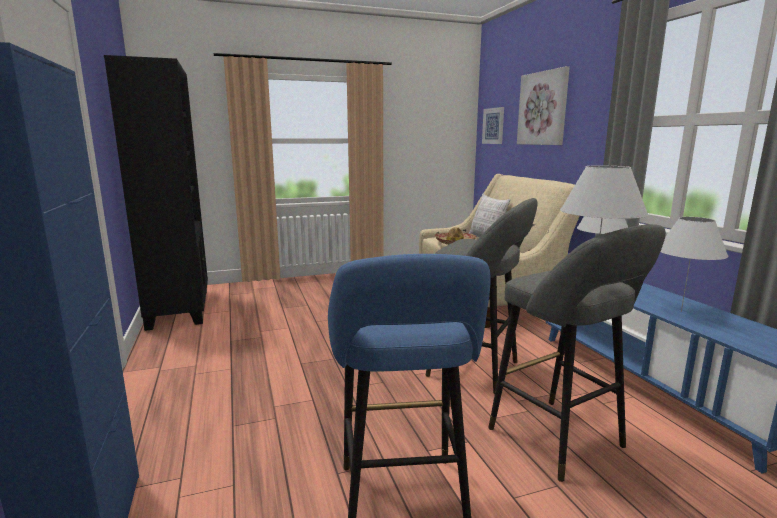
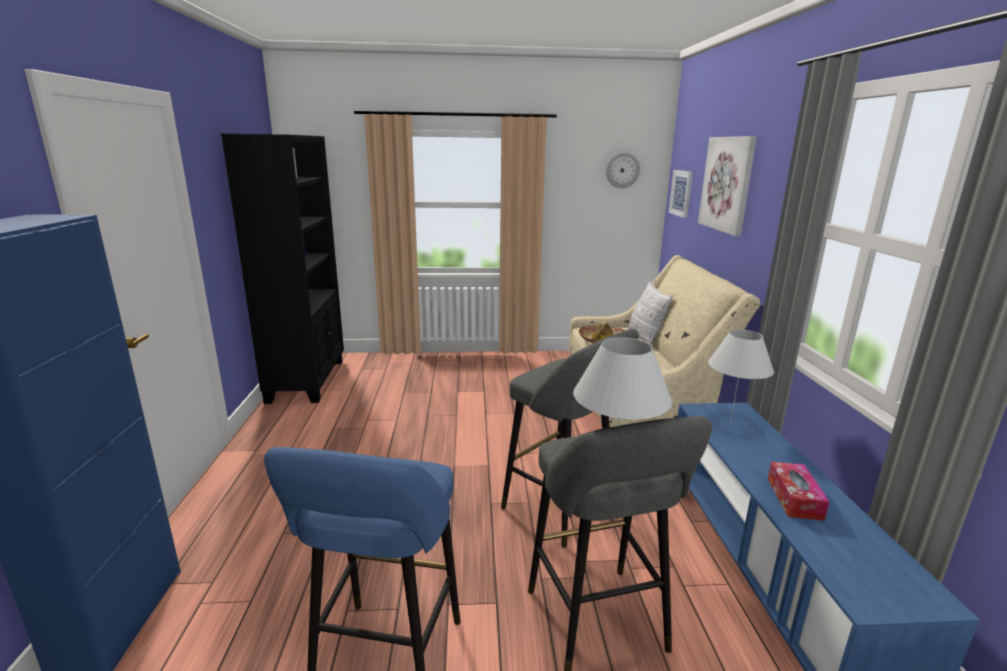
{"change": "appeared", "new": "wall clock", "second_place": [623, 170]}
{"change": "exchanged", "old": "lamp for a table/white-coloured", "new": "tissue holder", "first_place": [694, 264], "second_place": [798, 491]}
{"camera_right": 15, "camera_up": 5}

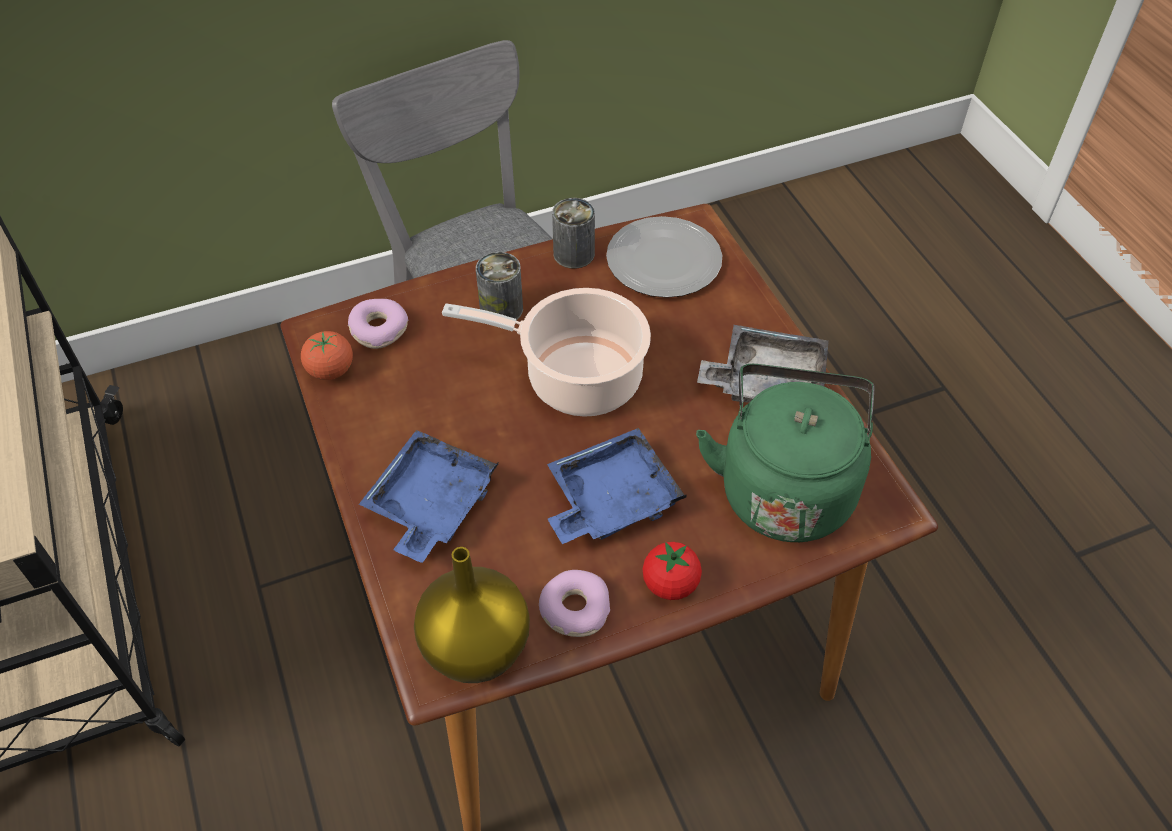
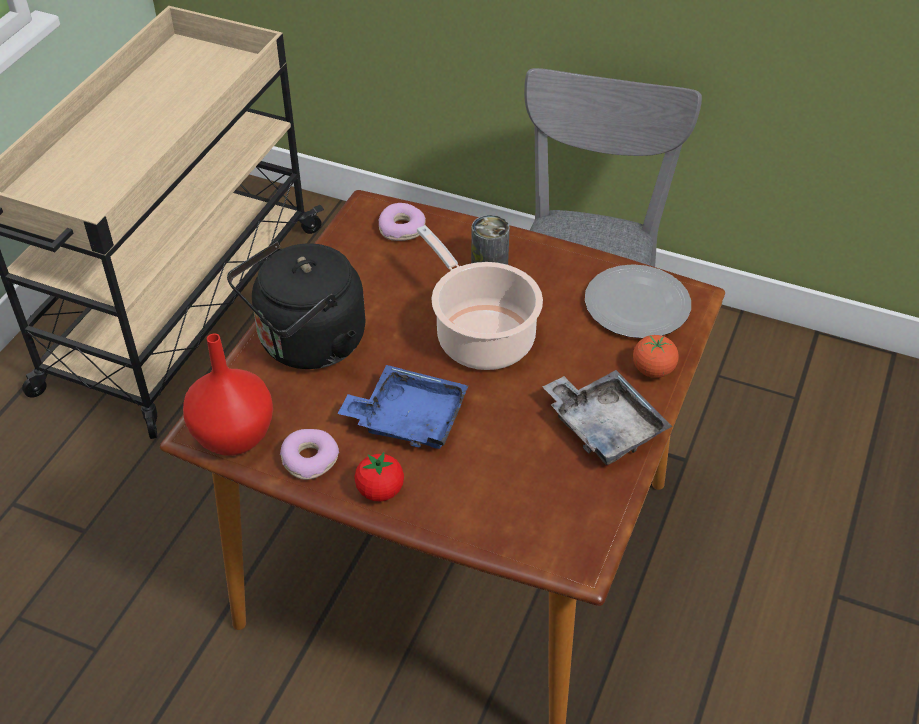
{"change": "colour", "old": "vase/yellowish", "new": "vase/red", "first_place": [472, 615], "second_place": [228, 395]}
{"change": "exchanged", "old": "tray/bluish", "new": "water kettle/black-coloured", "first_place": [429, 496], "second_place": [296, 305]}
{"change": "relocated", "old": "fresh tomato", "first_place": [327, 355], "second_place": [656, 356]}
{"change": "missing", "old": "sealed can", "first_place": [573, 233]}
{"change": "missing", "old": "water kettle/green", "first_place": [785, 453]}
{"camera_right": 45, "camera_up": -5}

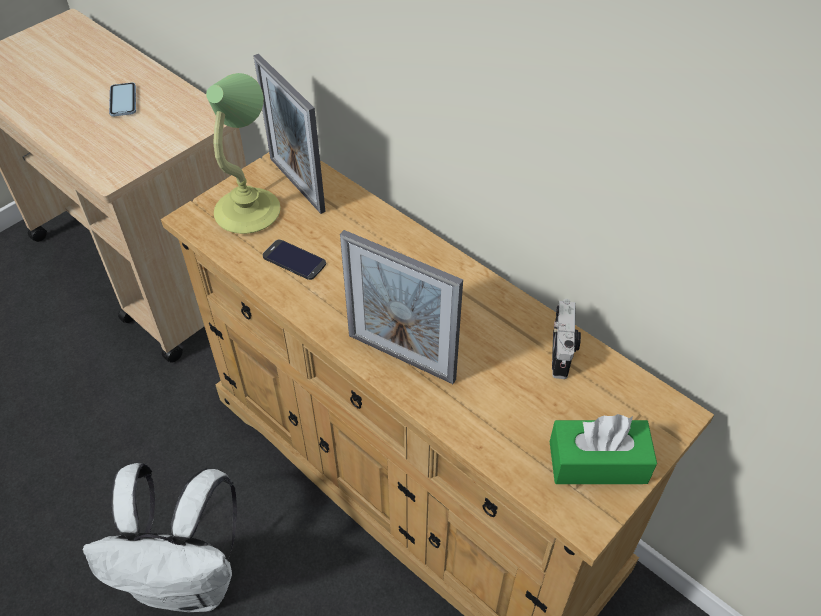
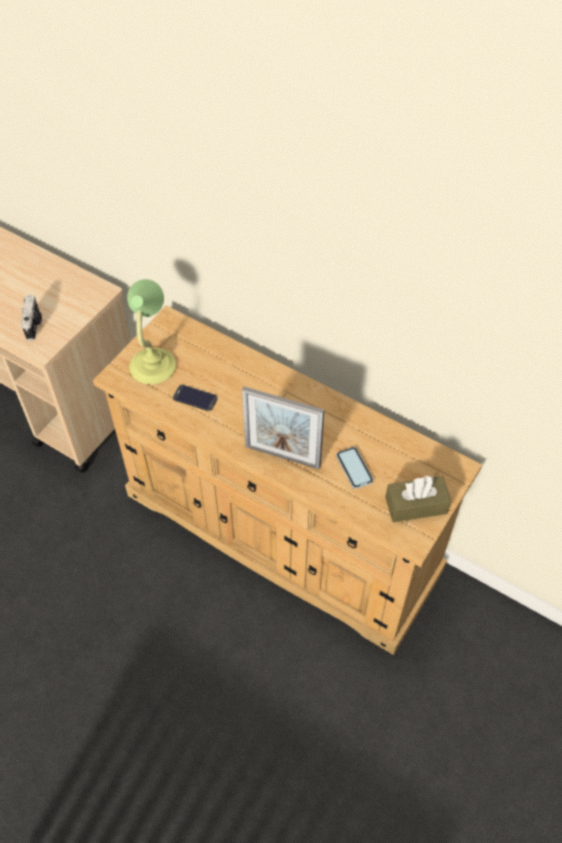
{"change": "relocated", "old": "still camera", "first_place": [566, 339], "second_place": [31, 317]}
{"change": "relocated", "old": "phone", "first_place": [122, 99], "second_place": [354, 468]}
{"change": "colour", "old": "tissue holder/green", "new": "tissue holder/brownish", "first_place": [603, 449], "second_place": [418, 499]}
{"change": "missing", "old": "knapsack/white-coloured", "first_place": [160, 537]}
{"change": "missing", "old": "photo frame", "first_place": [289, 134]}
{"camera_right": -10, "camera_up": 5}

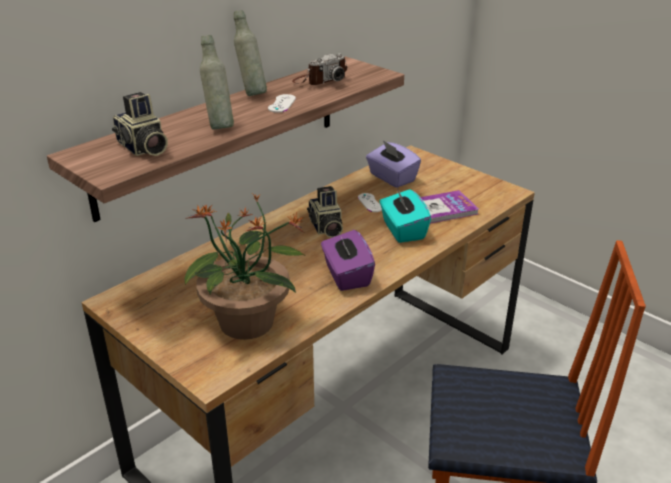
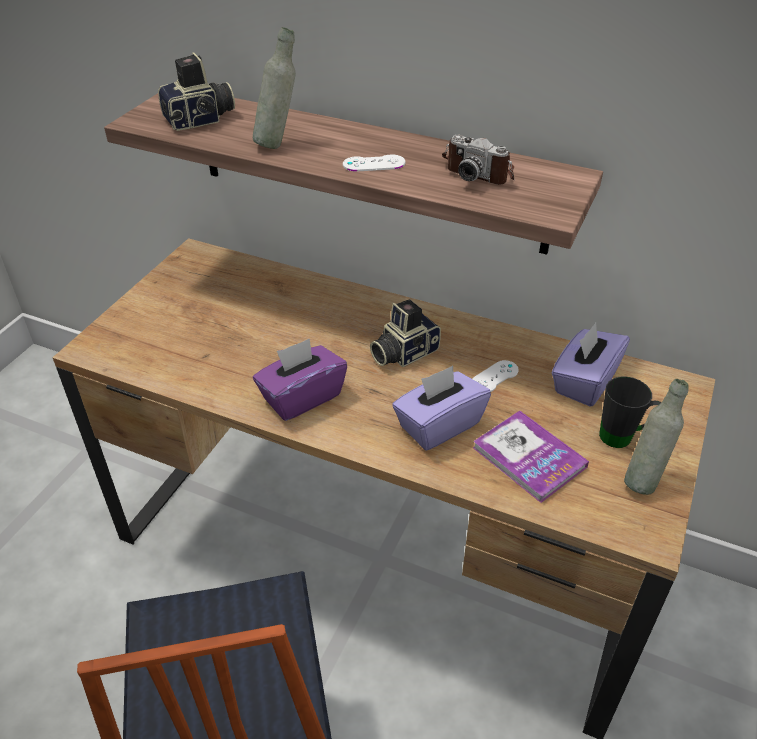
{"change": "spun", "old": "still camera", "first_place": [140, 124], "second_place": [196, 91], "degrees": -150}
{"change": "colour", "old": "tissue holder/blue-green", "new": "tissue holder/purple-coloured", "first_place": [405, 216], "second_place": [441, 408]}
{"change": "appeared", "new": "tea mug/black-coloured", "second_place": [630, 412]}
{"change": "relocated", "old": "bottle/gray", "first_place": [250, 53], "second_place": [656, 437]}
{"change": "missing", "old": "plant in a pot", "first_place": [244, 267]}
{"camera_right": 70, "camera_up": 10}

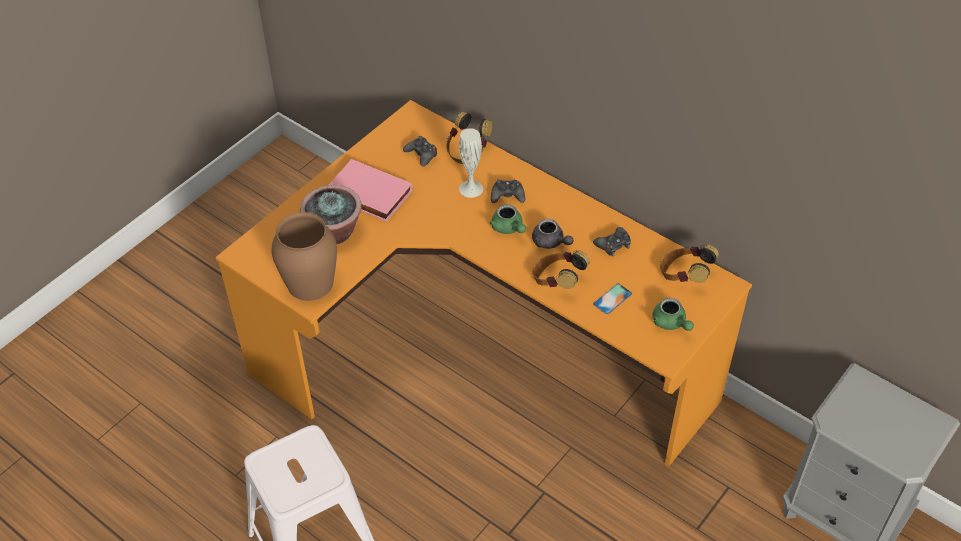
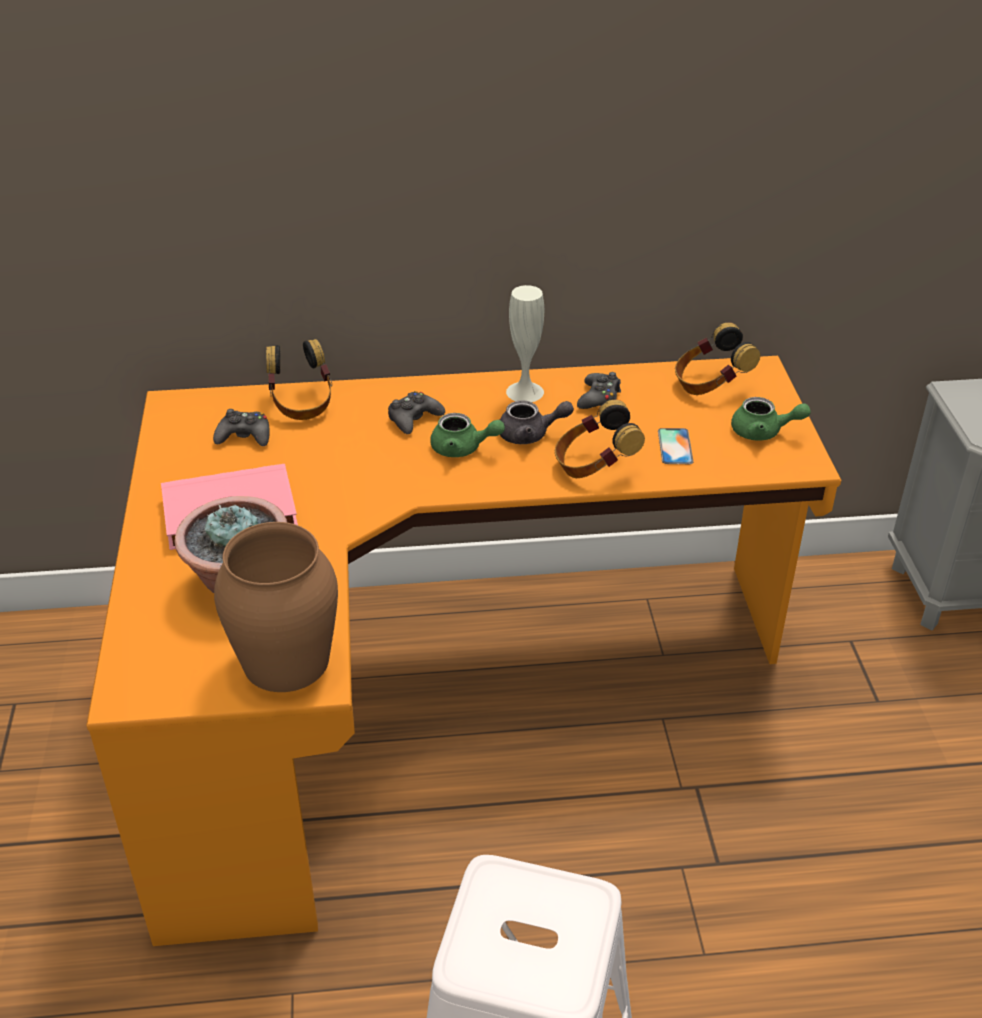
{"change": "relocated", "old": "vase/white-coloured", "first_place": [471, 163], "second_place": [525, 343]}
{"camera_right": -45, "camera_up": -10}

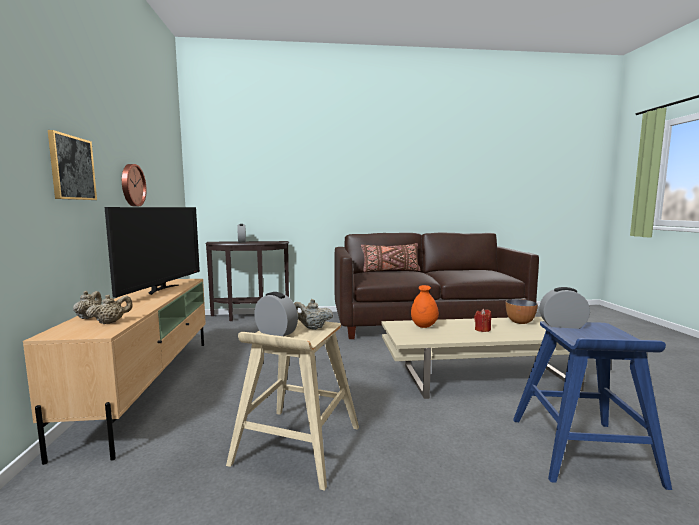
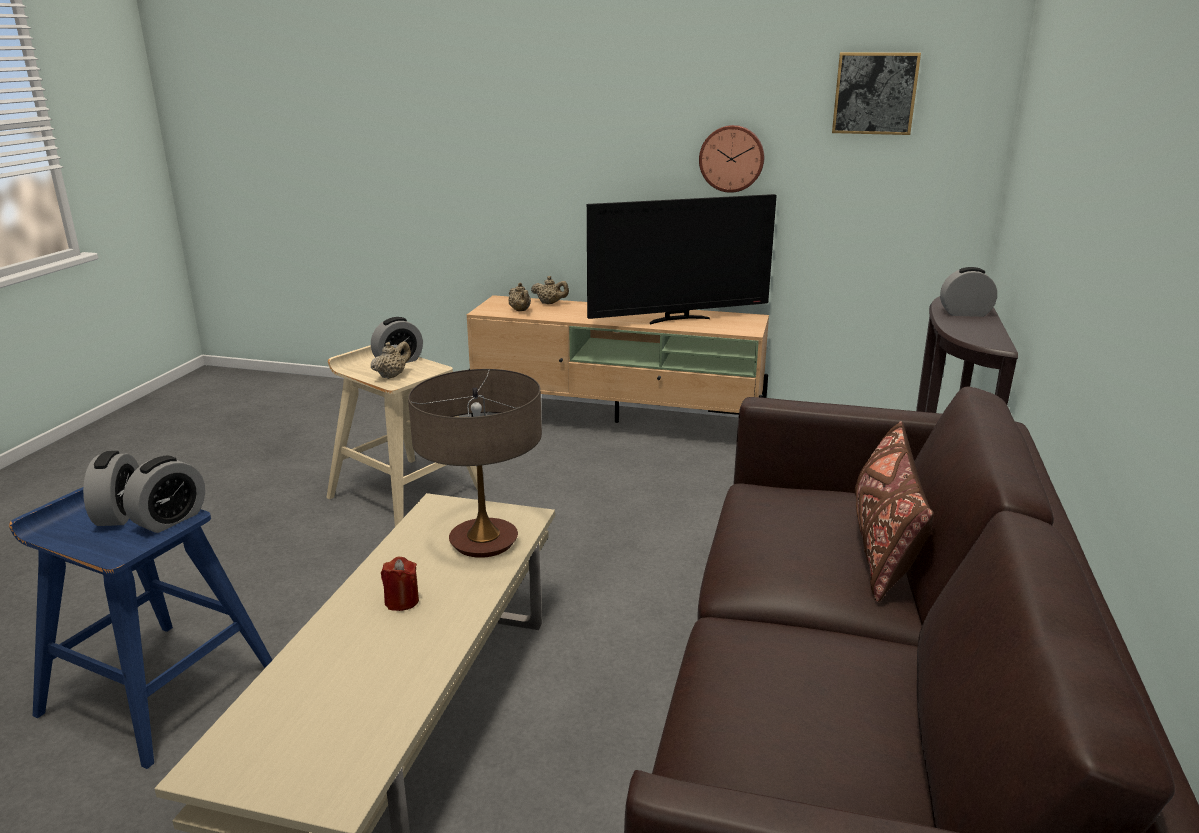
{"change": "appeared", "new": "bedside clock", "second_place": [111, 488]}
{"change": "exchanged", "old": "vase/orange-coloured", "new": "lamp for a table", "first_place": [425, 306], "second_place": [475, 463]}
{"change": "spun", "old": "TV set", "first_place": [152, 252], "second_place": [682, 259], "degrees": -45}
{"change": "relocated", "old": "wall art", "first_place": [72, 165], "second_place": [876, 93]}
{"change": "missing", "old": "bowl", "first_place": [522, 311]}
{"camera_right": 110, "camera_up": 15}

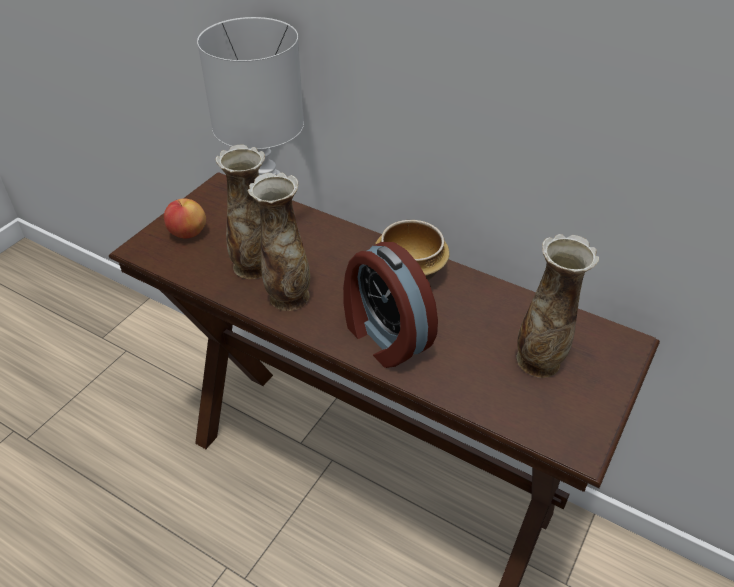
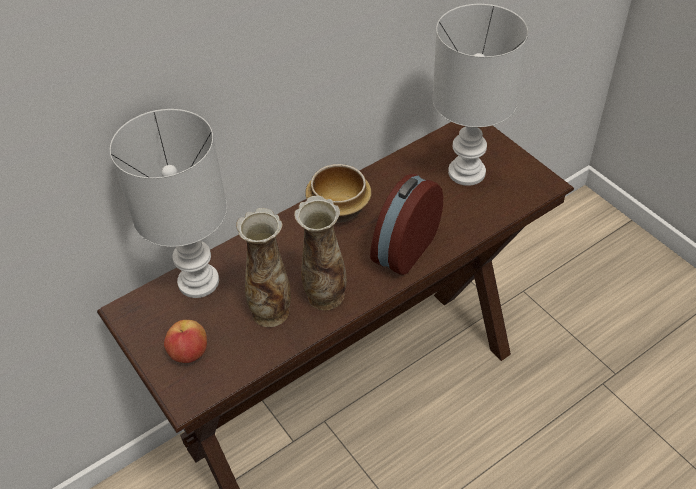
{"change": "spun", "old": "bedside clock", "first_place": [390, 305], "second_place": [406, 224], "degrees": 135}
{"change": "exchanged", "old": "vase", "new": "lamp for a table/white-coloured", "first_place": [557, 306], "second_place": [480, 95]}
{"camera_right": -65, "camera_up": 5}

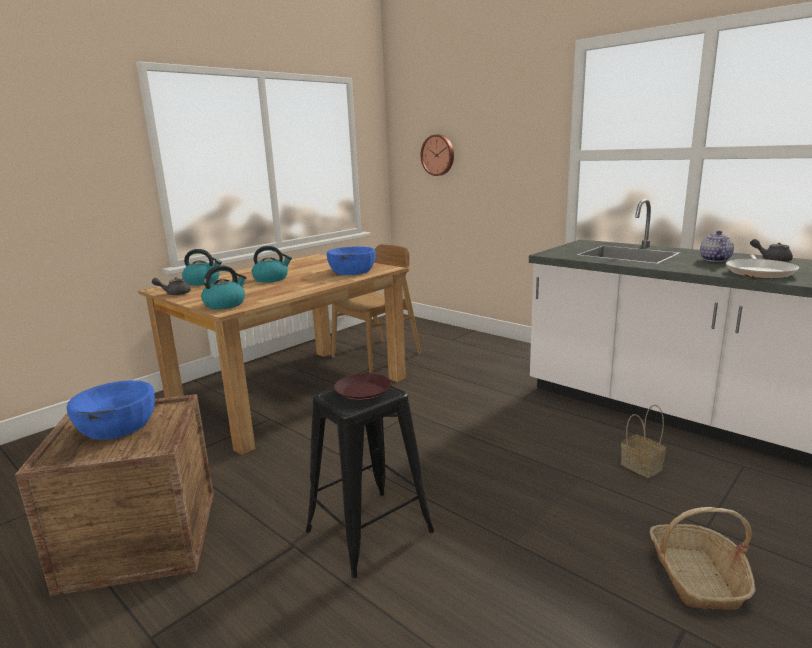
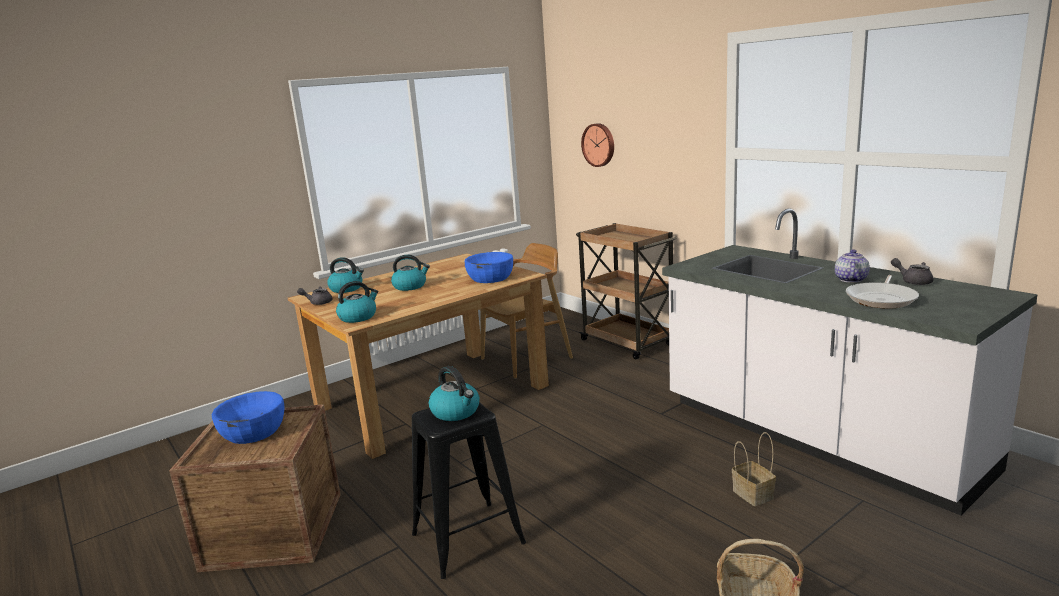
{"change": "exchanged", "old": "flat dish/brownish", "new": "water kettle", "first_place": [363, 387], "second_place": [454, 393]}
{"change": "appeared", "new": "wheeled cart/brownish", "second_place": [626, 291]}
{"camera_right": 10, "camera_up": 0}

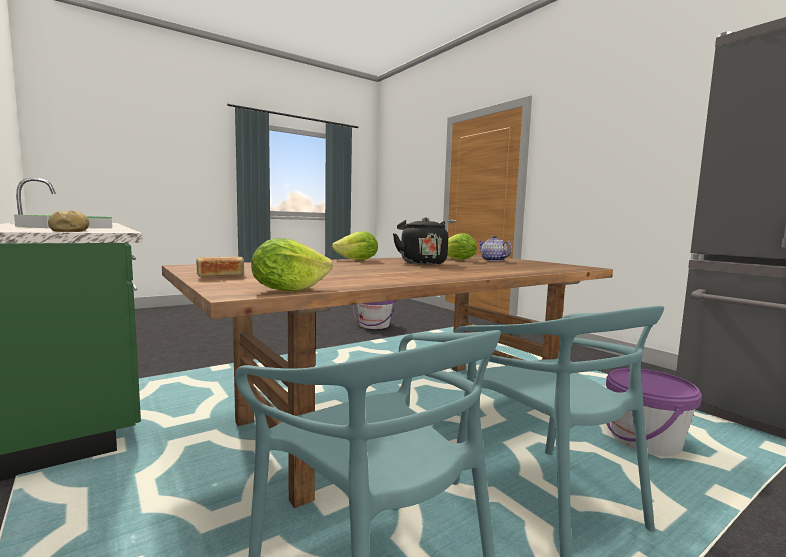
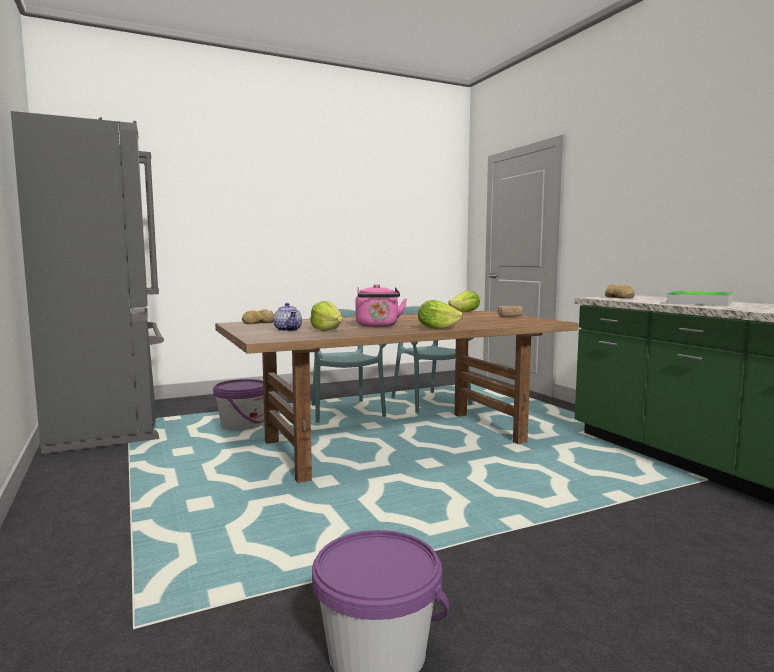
{"change": "appeared", "new": "bakery bread", "second_place": [258, 316]}
{"change": "colour", "old": "water kettle/black-coloured", "new": "water kettle/pinkish", "first_place": [420, 241], "second_place": [381, 305]}
{"camera_right": -170, "camera_up": 0}

